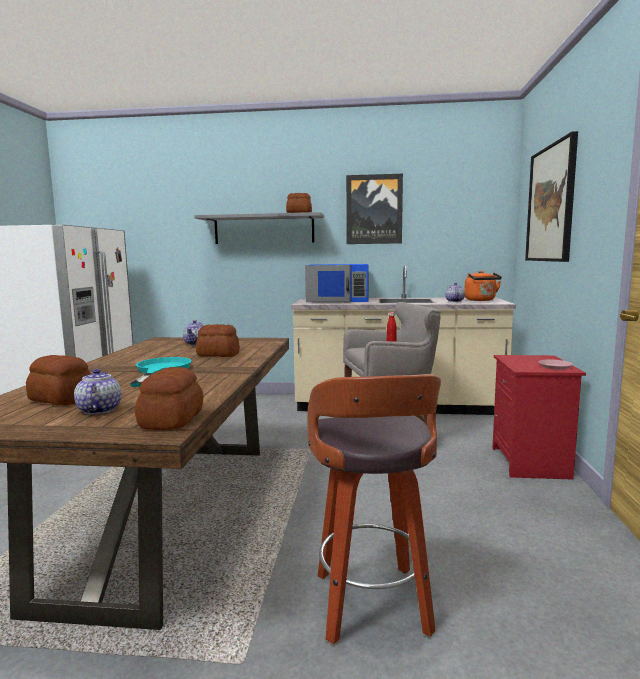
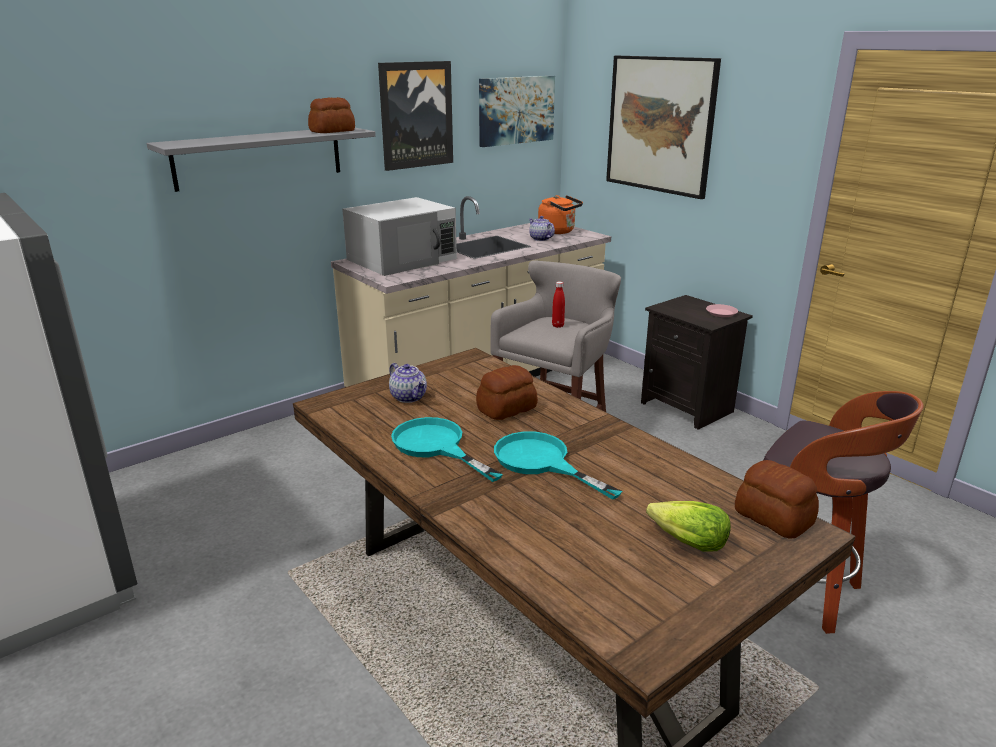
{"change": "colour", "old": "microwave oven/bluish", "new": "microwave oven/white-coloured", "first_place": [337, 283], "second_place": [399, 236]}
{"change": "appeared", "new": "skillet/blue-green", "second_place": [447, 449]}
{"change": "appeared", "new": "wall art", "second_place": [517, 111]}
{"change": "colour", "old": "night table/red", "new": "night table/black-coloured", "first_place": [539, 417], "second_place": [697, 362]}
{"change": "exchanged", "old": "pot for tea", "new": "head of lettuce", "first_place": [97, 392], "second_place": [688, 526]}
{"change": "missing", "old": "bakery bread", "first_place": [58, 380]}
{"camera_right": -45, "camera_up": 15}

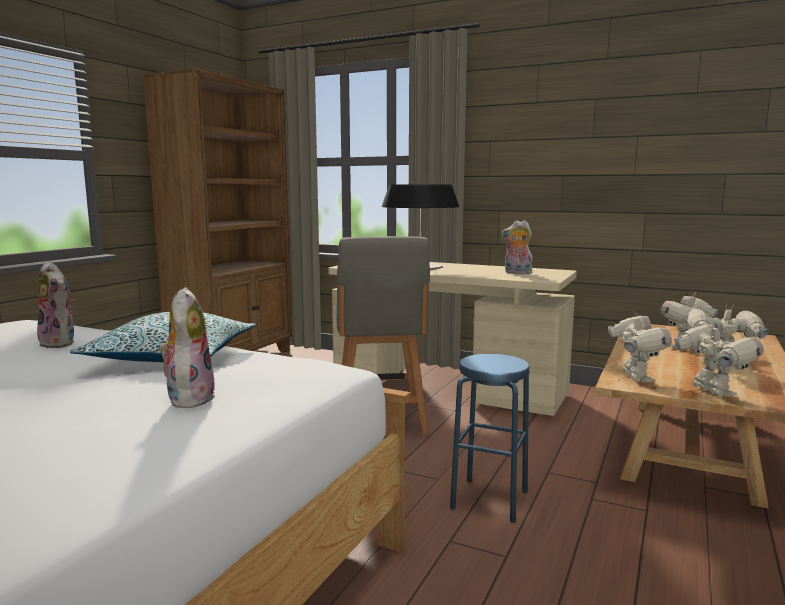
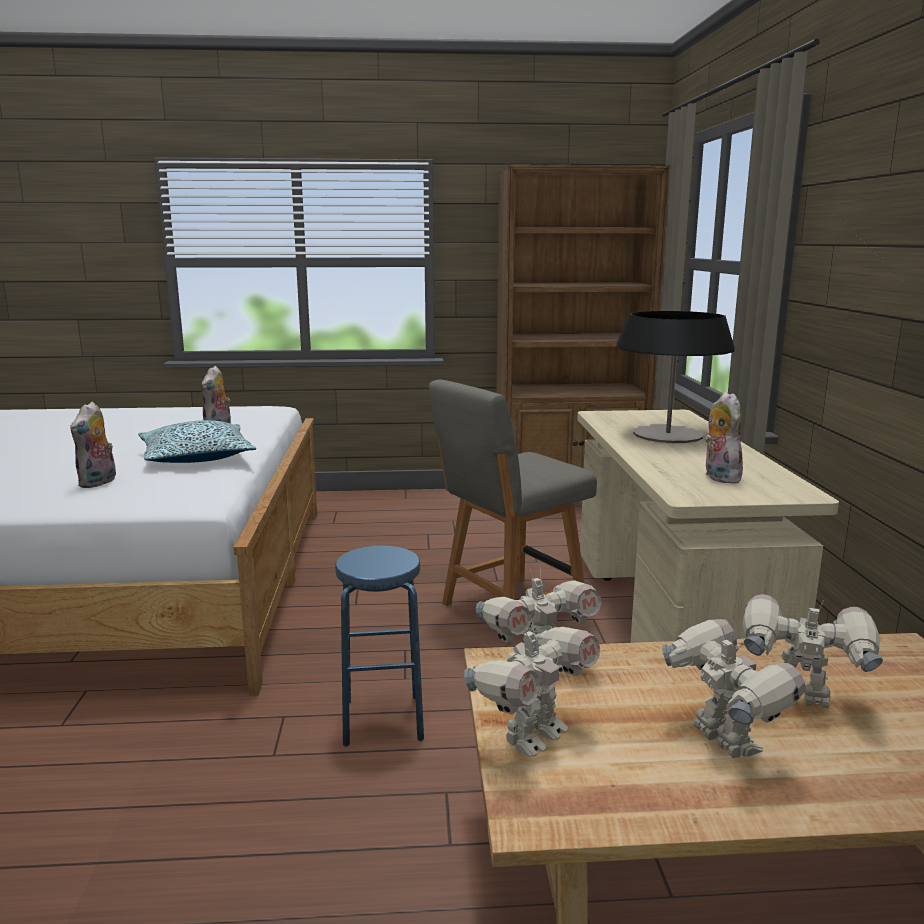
{"change": "spun", "old": "soft toy", "first_place": [186, 348], "second_place": [93, 445], "degrees": 135}
{"camera_right": 60, "camera_up": 5}

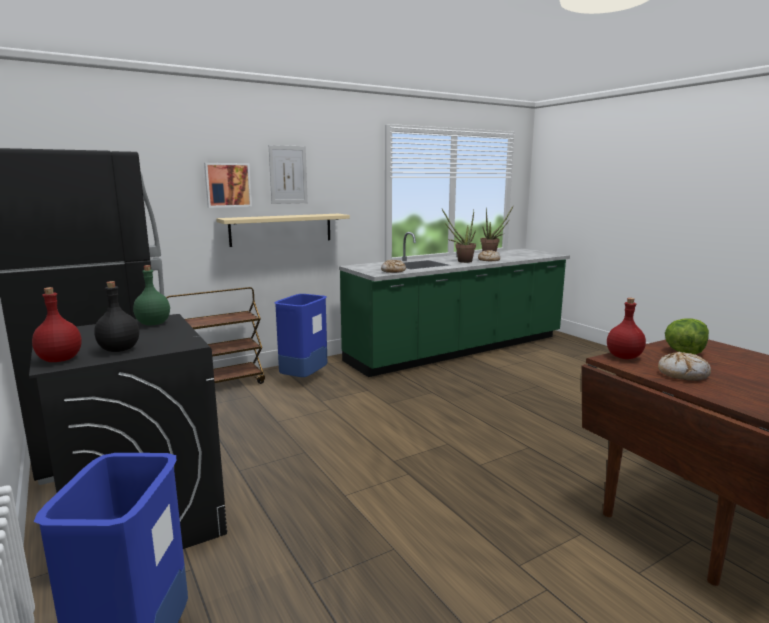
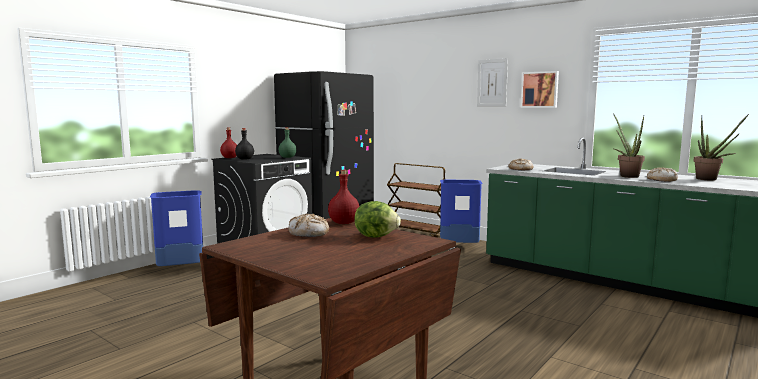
{"change": "relocated", "old": "wall art", "first_place": [228, 185], "second_place": [540, 89]}
{"change": "missing", "old": "bracket shelf/beige-coloured", "first_place": [283, 230]}
{"camera_right": 70, "camera_up": -5}

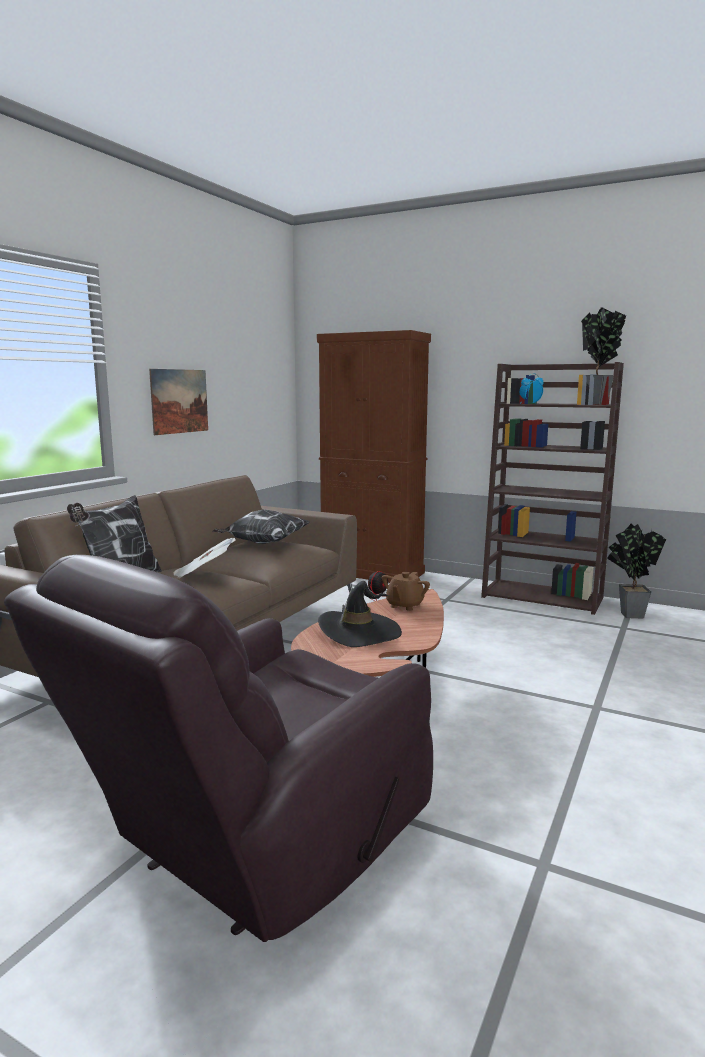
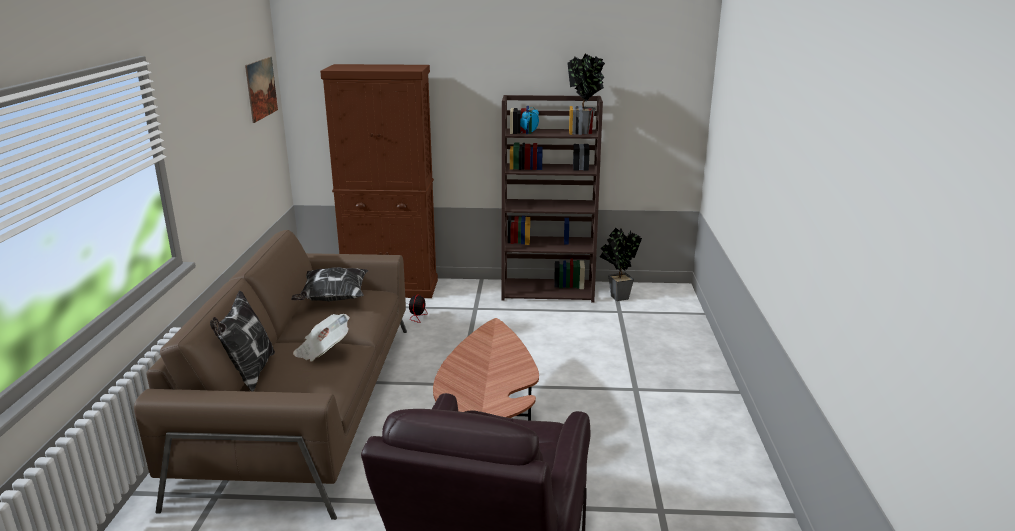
{"change": "relocated", "old": "wall art", "first_place": [178, 402], "second_place": [261, 90]}
{"change": "missing", "old": "clothing hat/black-coloured", "first_place": [360, 614]}
{"change": "missing", "old": "pot for tea/brownish", "first_place": [406, 591]}
{"camera_right": -25, "camera_up": 10}

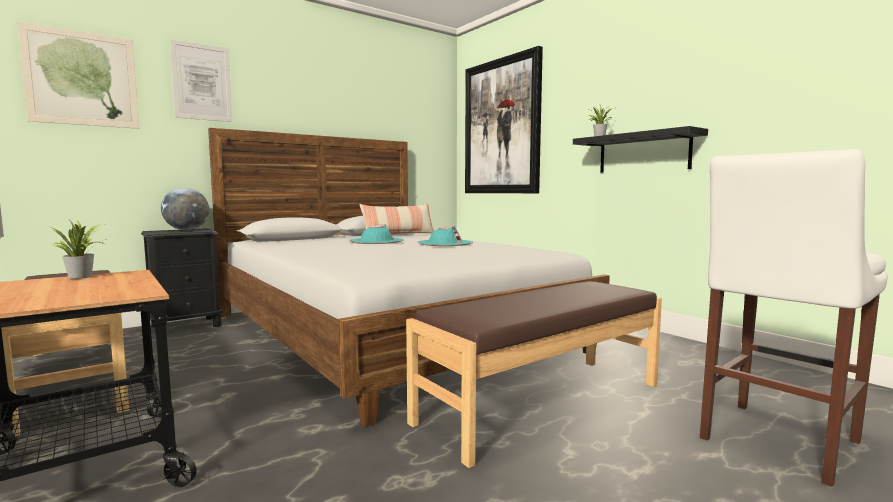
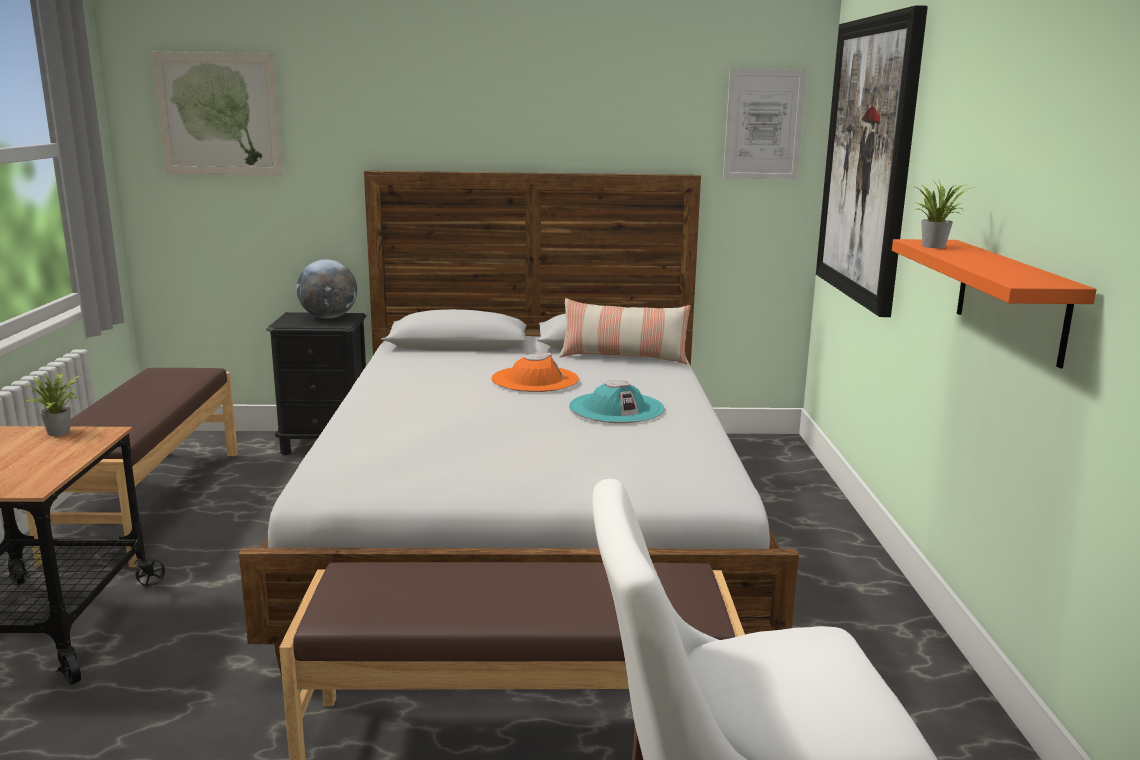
{"change": "colour", "old": "clothing hat/blue-green", "new": "clothing hat/orange-coloured", "first_place": [376, 234], "second_place": [535, 372]}
{"change": "relocated", "old": "wall art", "first_place": [201, 80], "second_place": [764, 124]}
{"change": "colour", "old": "bracket shelf/black-coloured", "new": "bracket shelf/orange-coloured", "first_place": [640, 149], "second_place": [994, 303]}
{"camera_right": 35, "camera_up": 10}

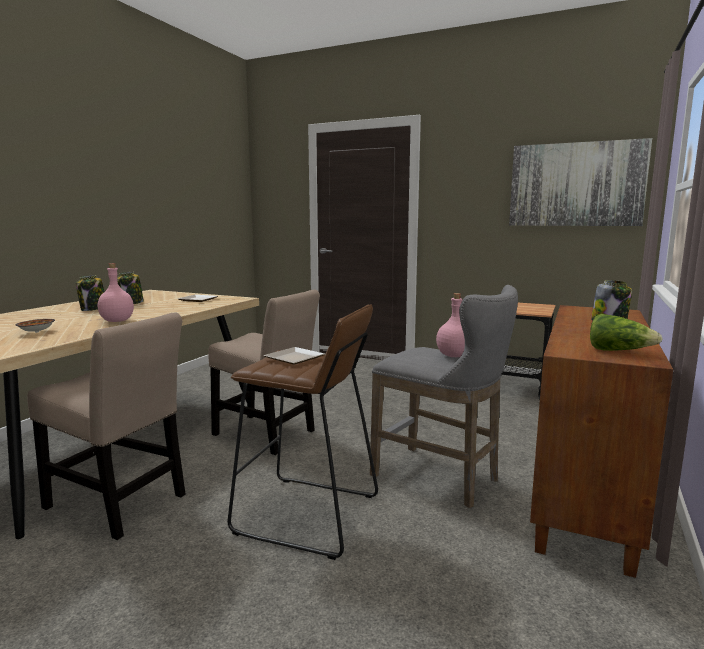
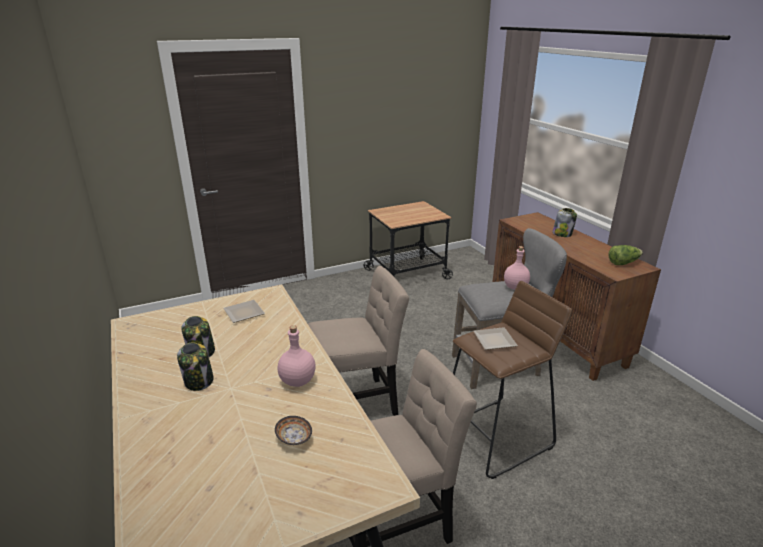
{"change": "missing", "old": "wall art", "first_place": [580, 182]}
{"camera_right": -50, "camera_up": 15}

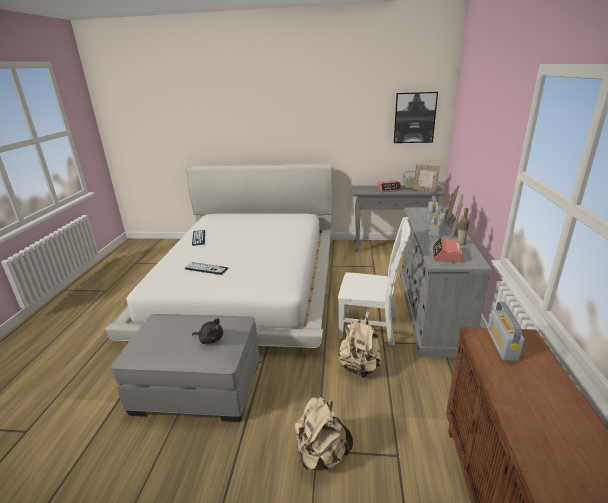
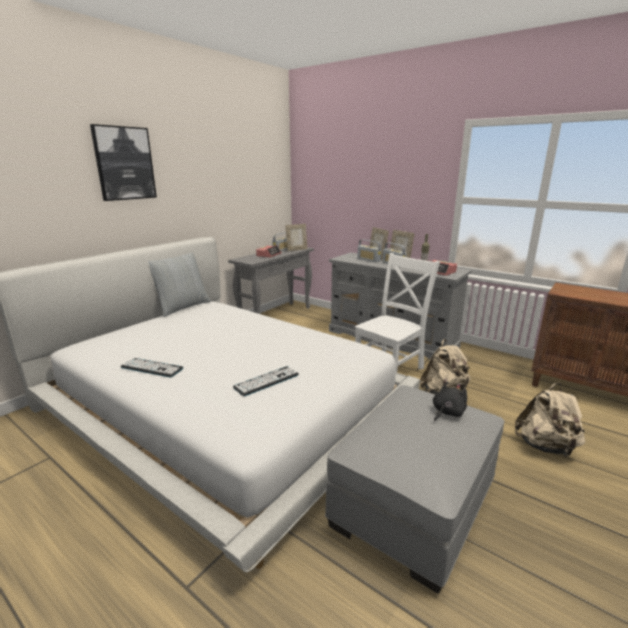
{"change": "relocated", "old": "wall art", "first_place": [416, 117], "second_place": [123, 162]}
{"change": "appeared", "new": "cushion", "second_place": [179, 285]}
{"change": "missing", "old": "radio set", "first_place": [506, 331]}
{"camera_right": -60, "camera_up": -5}

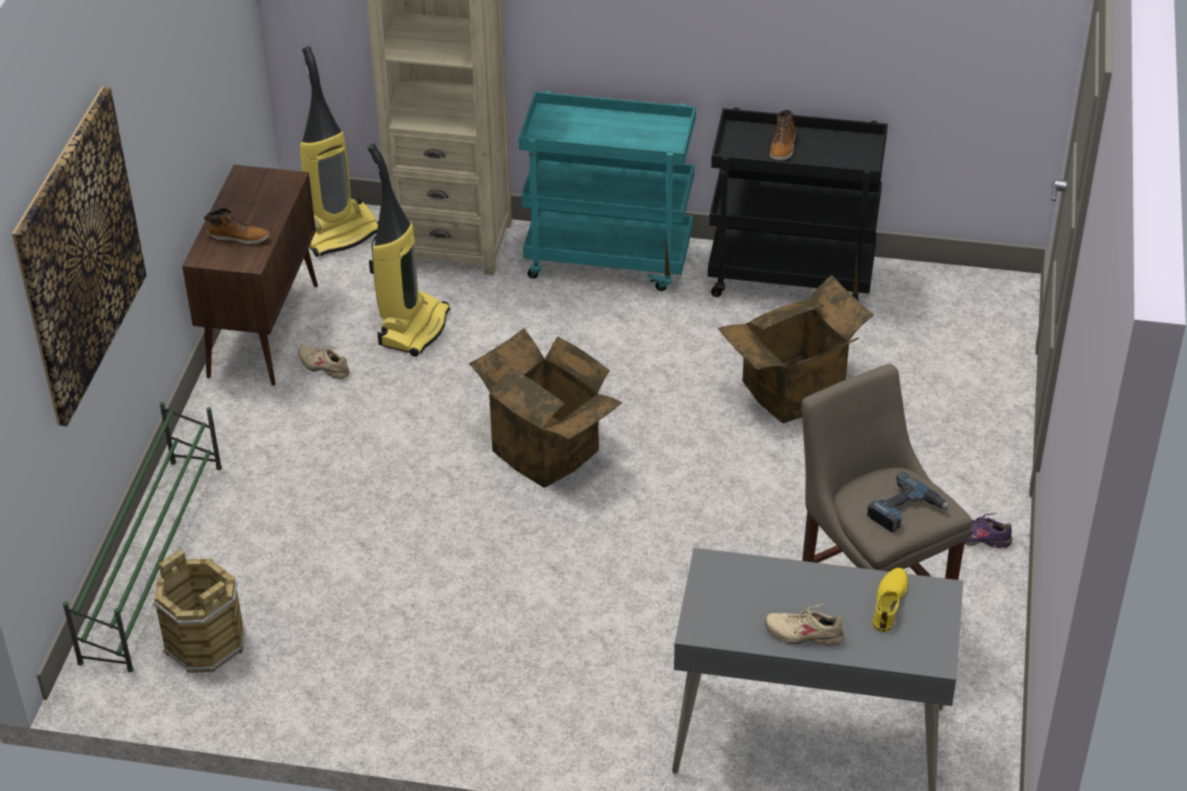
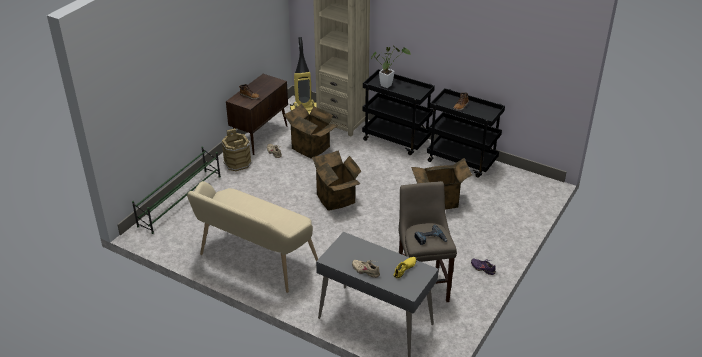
{"change": "appeared", "new": "long seat/beige-coloured", "second_place": [252, 237]}
{"change": "relocated", "old": "pail/brownish", "first_place": [199, 611], "second_place": [236, 149]}
{"change": "exchanged", "old": "vacuum", "new": "carton", "first_place": [408, 250], "second_place": [311, 131]}
{"change": "colour", "old": "wheeled cart/blue-green", "new": "wheeled cart/black-coloured", "first_place": [607, 191], "second_place": [398, 112]}
{"change": "appeared", "new": "plant in a pot", "second_place": [391, 67]}
{"change": "missing", "old": "wall art", "first_place": [79, 256]}
{"camera_right": 20, "camera_up": -5}

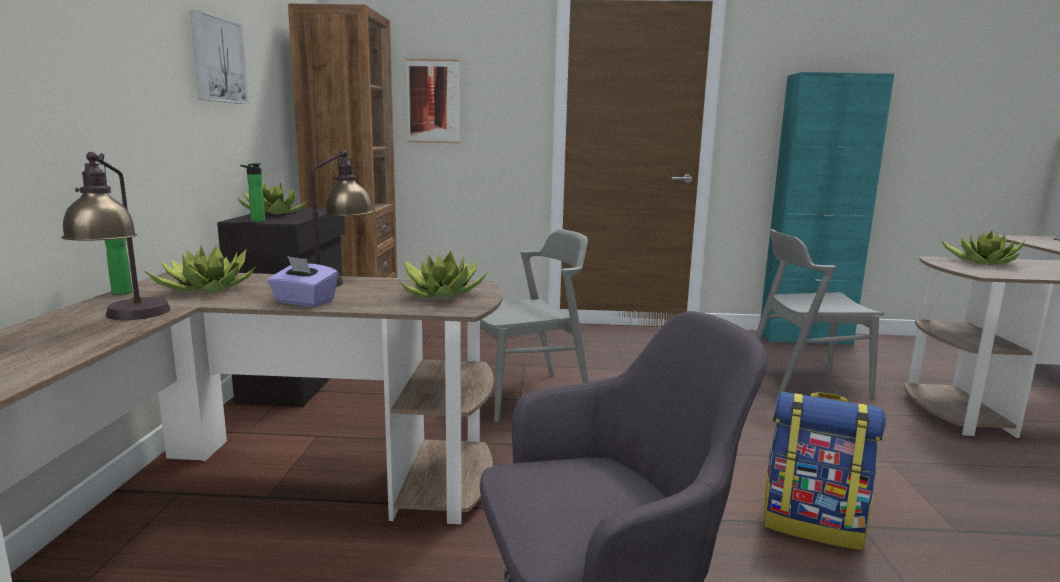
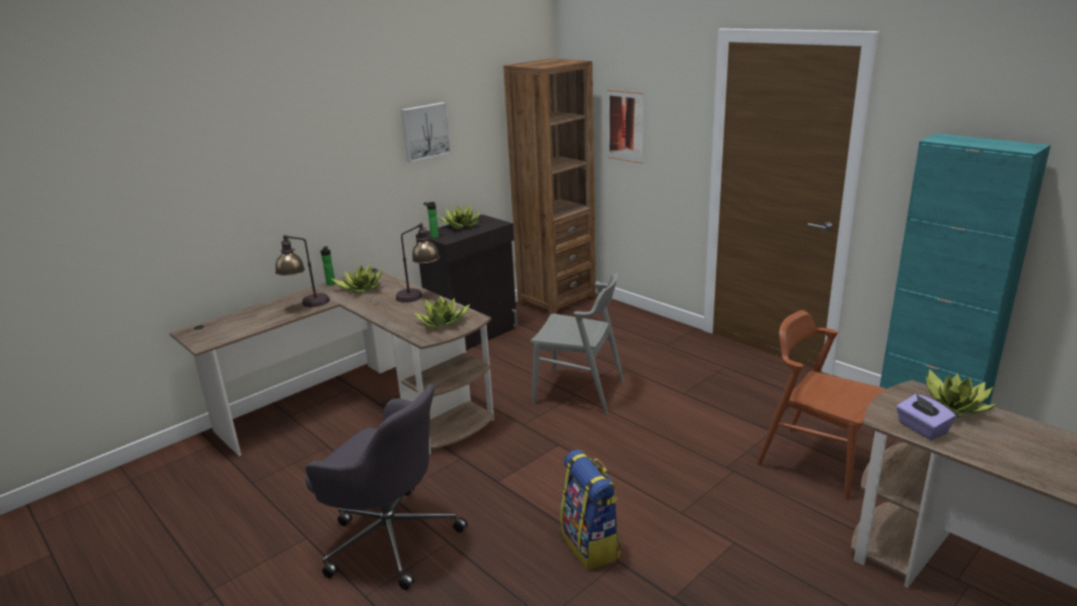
{"change": "colour", "old": "chair/gray", "new": "chair/brownish", "first_place": [819, 314], "second_place": [821, 405]}
{"change": "relocated", "old": "tissue holder/purple-coloured", "first_place": [302, 281], "second_place": [926, 417]}
{"camera_right": 45, "camera_up": 10}

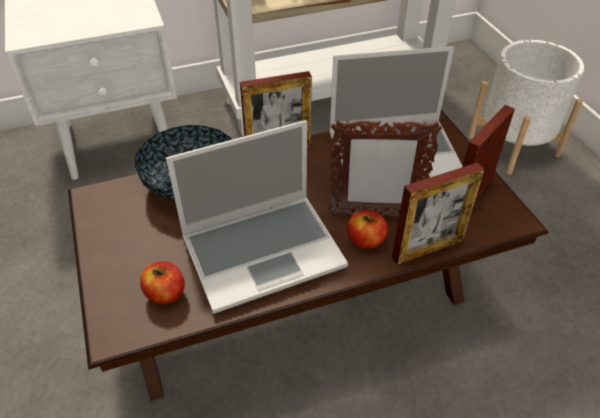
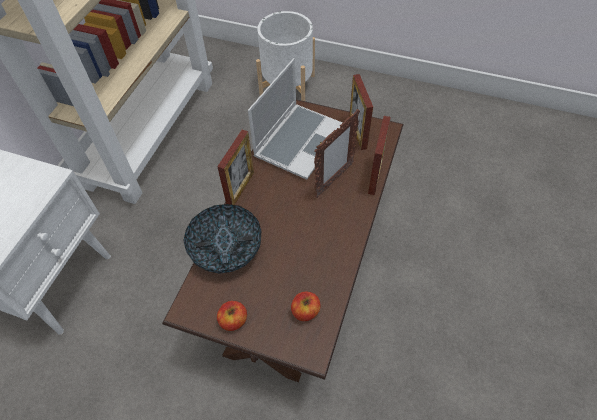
{"change": "relocated", "old": "whole apple", "first_place": [367, 229], "second_place": [232, 316]}
{"change": "missing", "old": "notebook computer", "first_place": [257, 217]}
{"camera_right": -50, "camera_up": 10}

